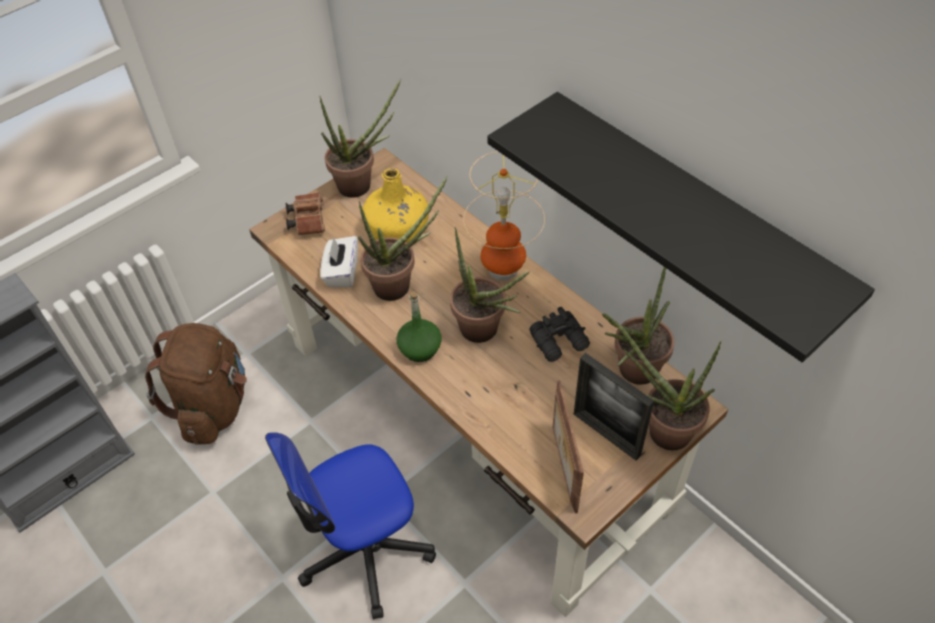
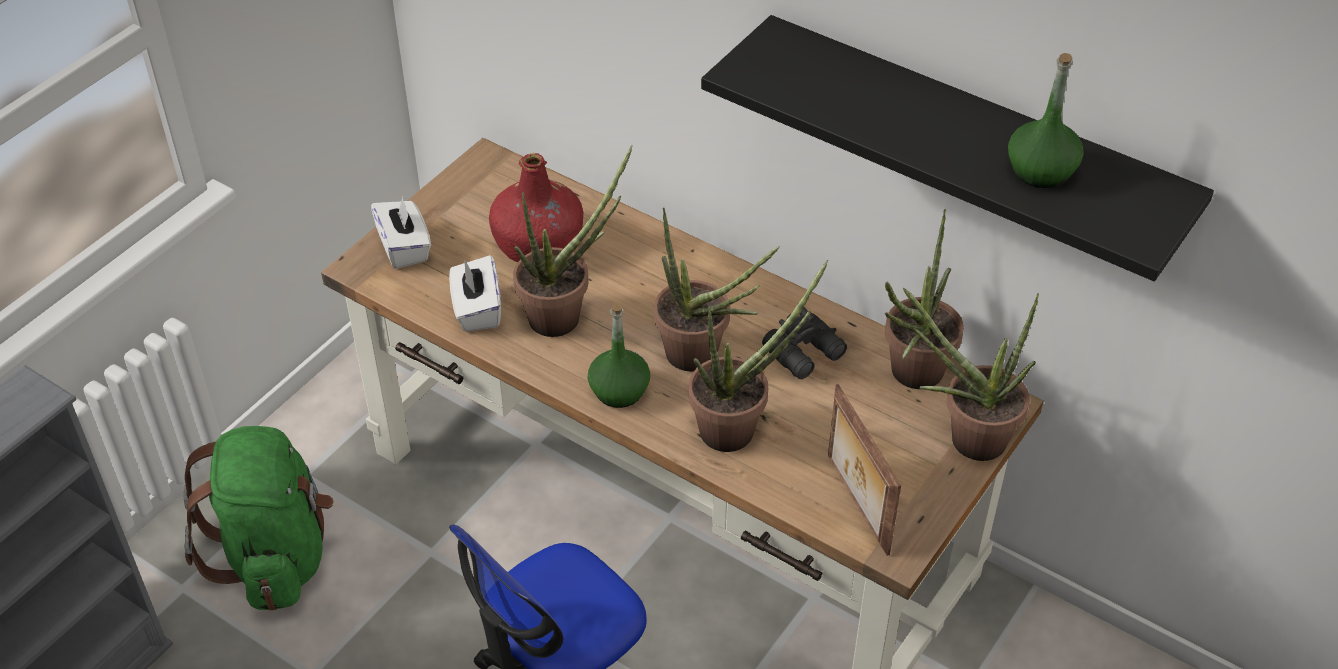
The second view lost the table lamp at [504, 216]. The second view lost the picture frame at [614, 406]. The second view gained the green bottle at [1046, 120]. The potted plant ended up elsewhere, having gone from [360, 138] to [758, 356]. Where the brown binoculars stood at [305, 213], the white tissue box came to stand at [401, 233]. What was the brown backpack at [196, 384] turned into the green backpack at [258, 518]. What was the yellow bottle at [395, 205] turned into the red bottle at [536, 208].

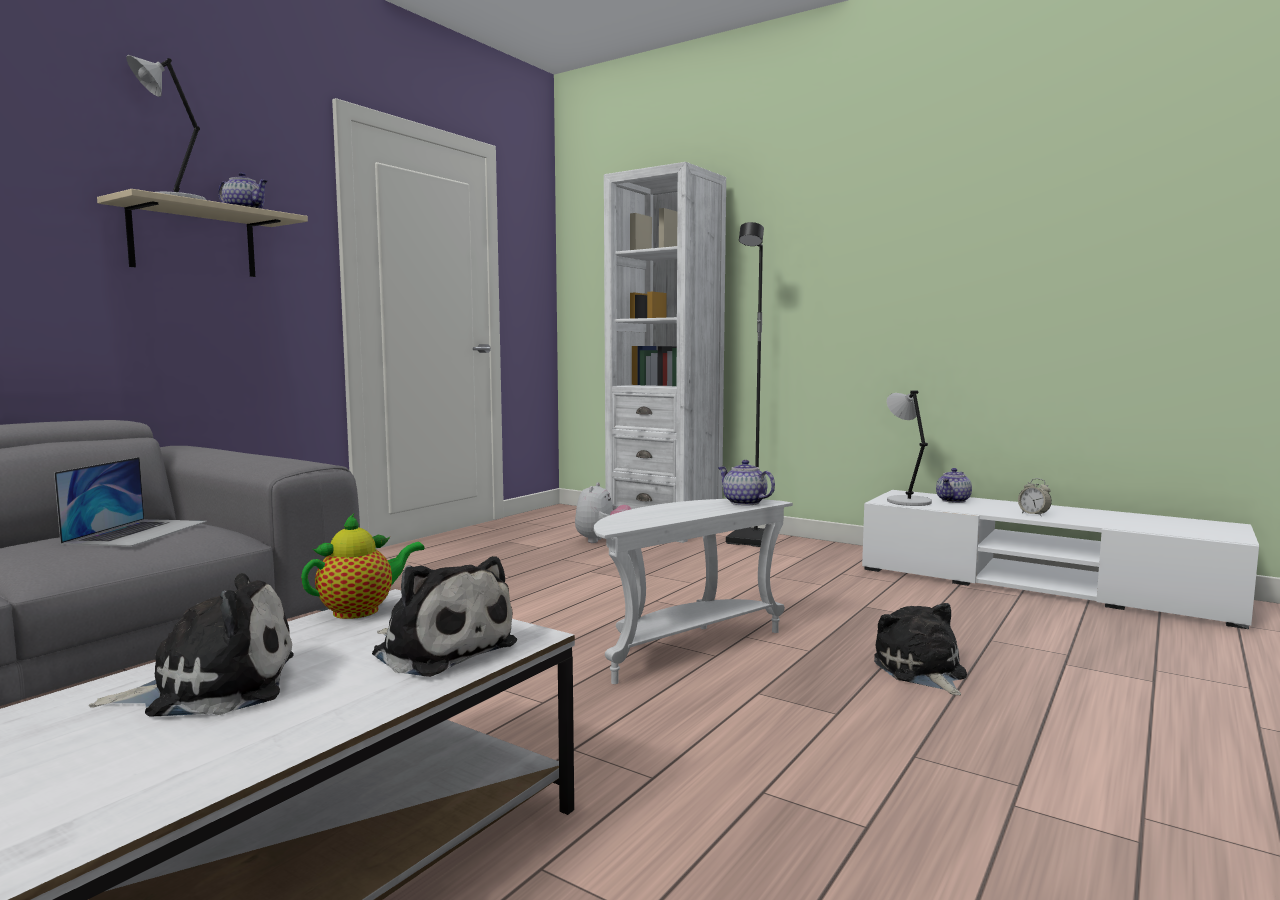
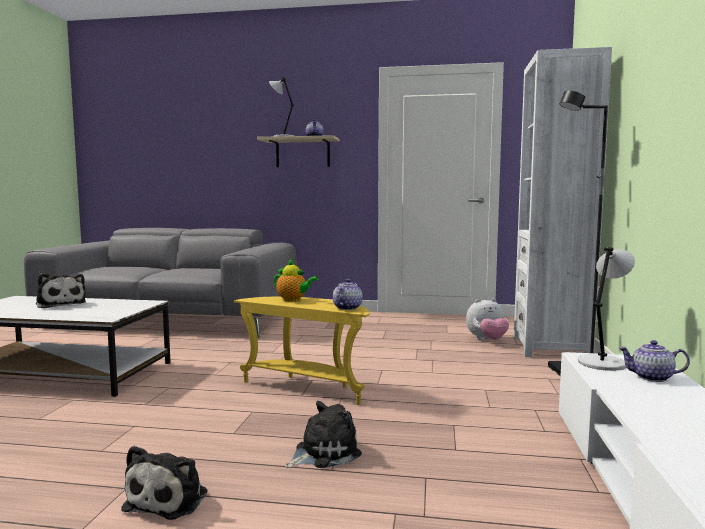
The second view lost the laptop at [130, 502]. The second view lost the alarm clock at [1035, 497]. The teapot ended up elsewhere, having gone from [363, 566] to [296, 280]. The plush toy ended up elsewhere, having gone from [444, 616] to [164, 483]. What was the white side table at [693, 591] turned into the yellow side table at [302, 351].

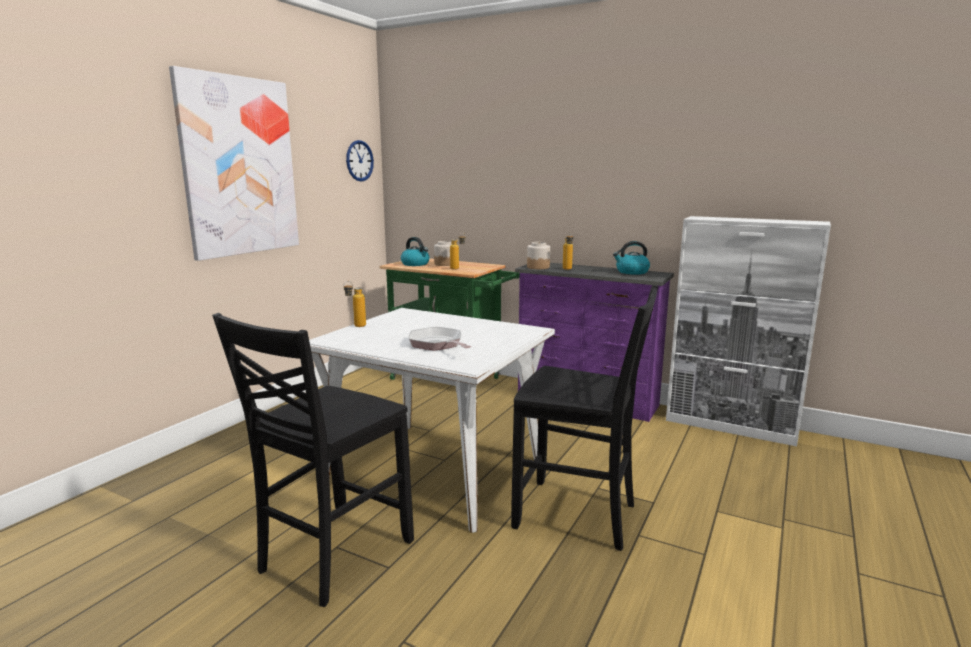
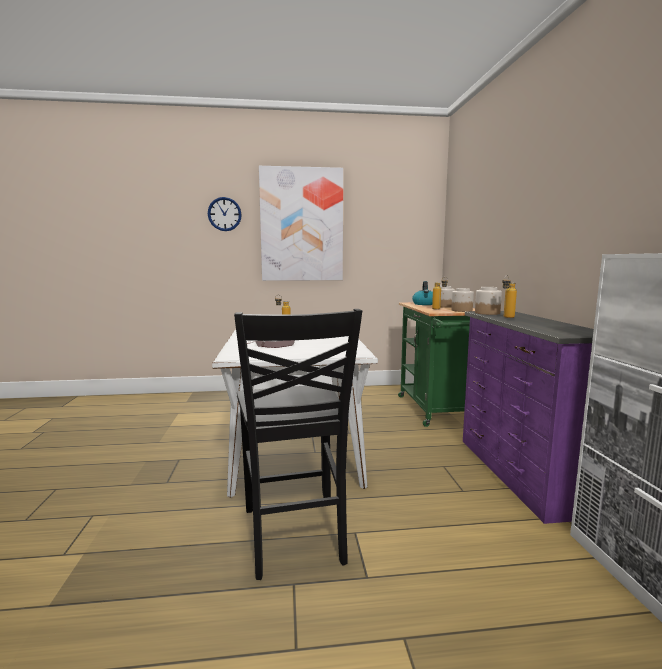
The second view lost the black chair at [313, 460]. The second view lost the kettle at [631, 258]. The second view gained the jar at [462, 300]. The wall clock ended up elsewhere, having gone from [360, 160] to [225, 214].

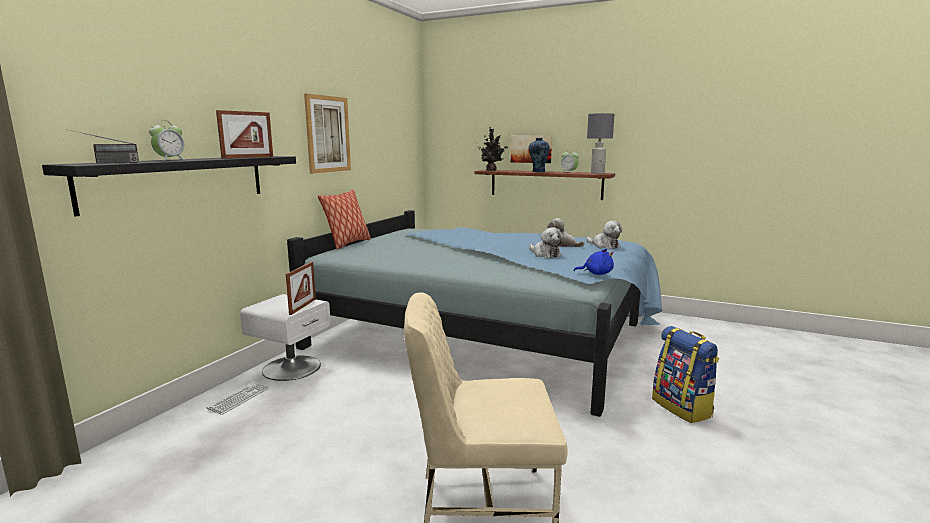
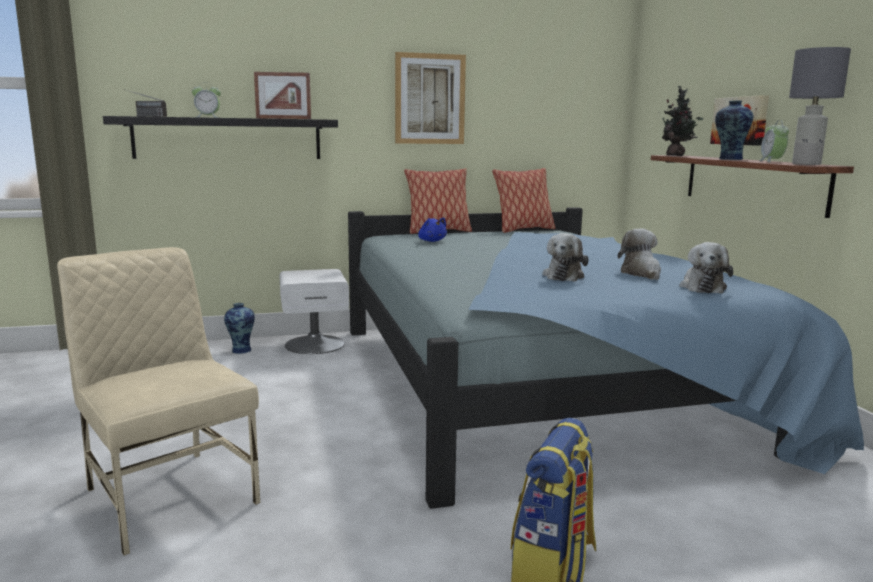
The second view lost the picture frame at [301, 288]. The second view gained the pillow at [523, 200]. The blue plush toy ended up elsewhere, having gone from [594, 262] to [432, 230]. Where the keyboard stood at [237, 398], the vase came to stand at [239, 328].

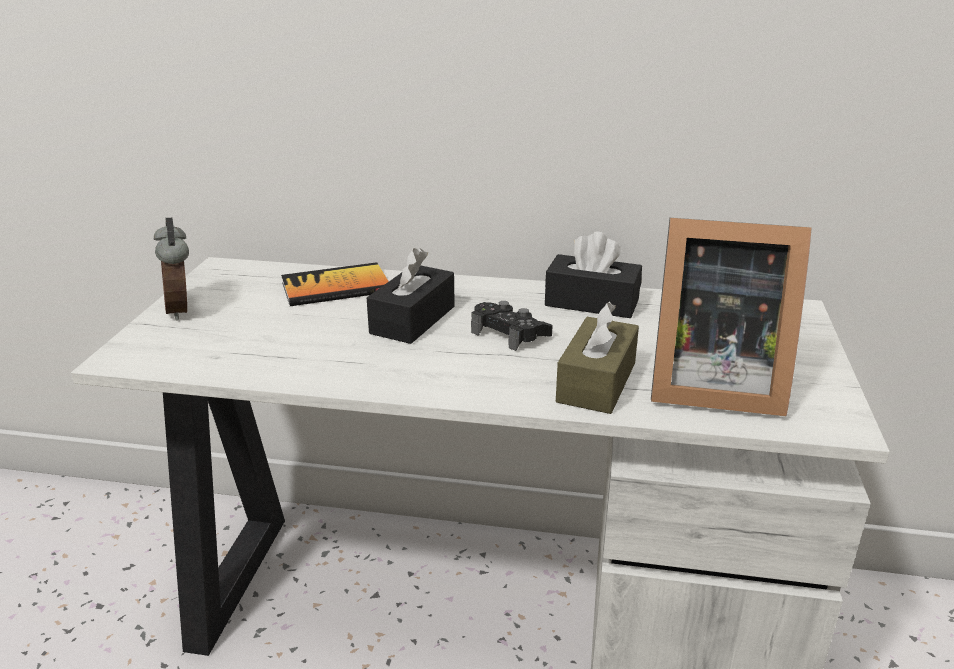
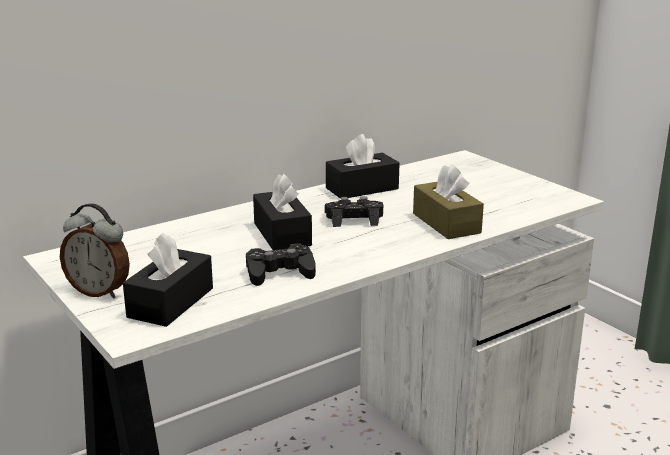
The second view lost the book at [335, 284]. The second view lost the picture frame at [731, 317]. The second view gained the black tissue box at [168, 279]. The second view gained the black game controller at [281, 264].

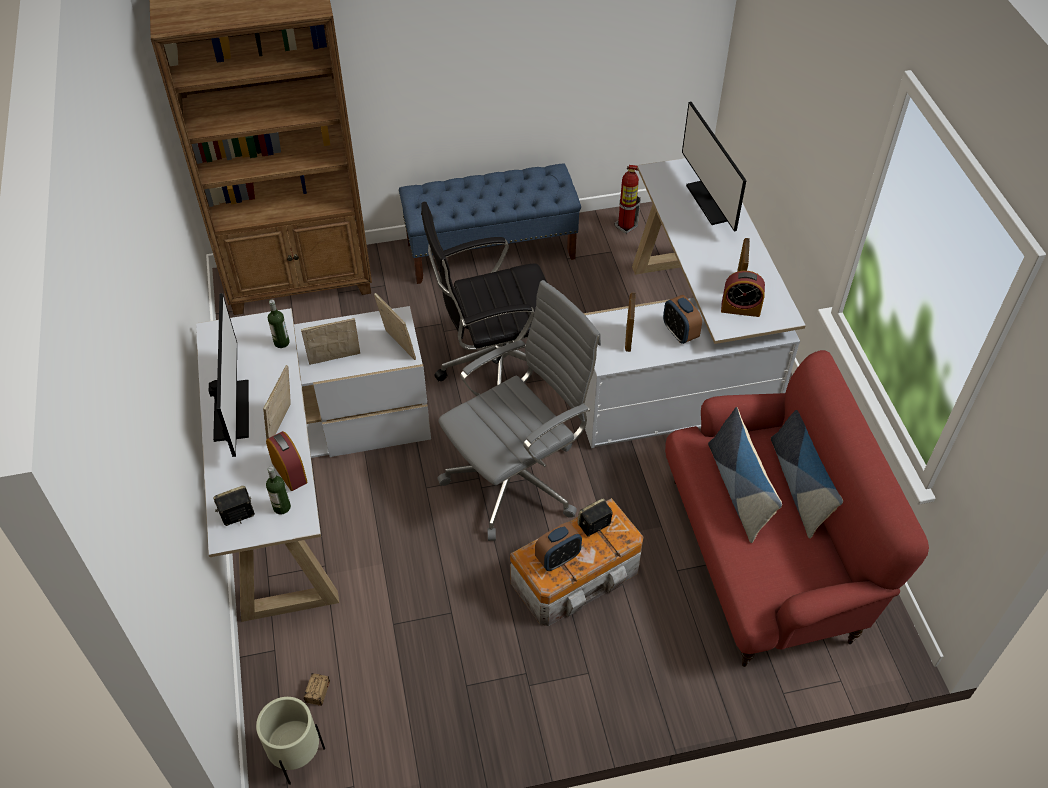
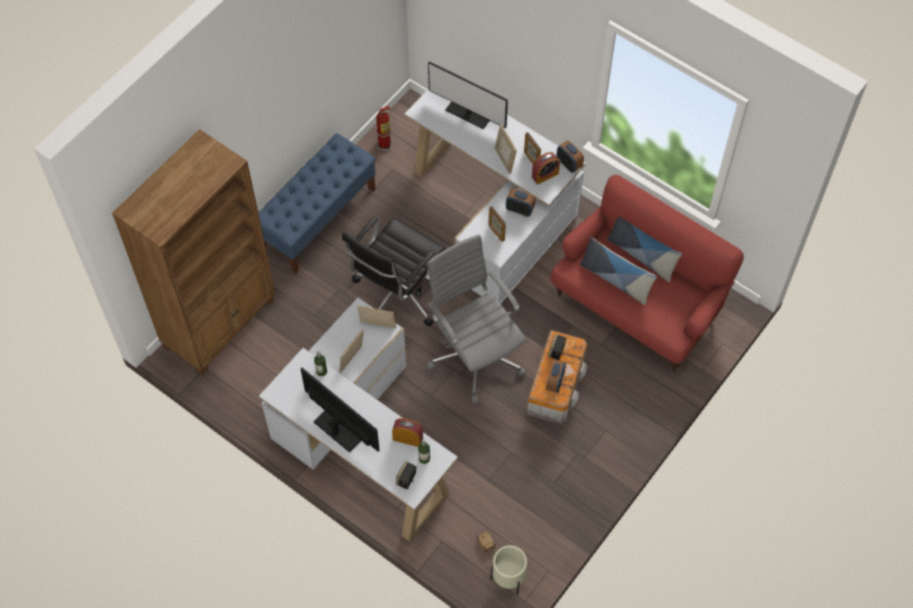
The second view gained the alarm clock at [570, 156]. The picture frame ended up elsewhere, having gone from [277, 402] to [506, 149]. The grey office chair at [519, 410] ended up facing another way, 45 degrees counterclockwise from before.

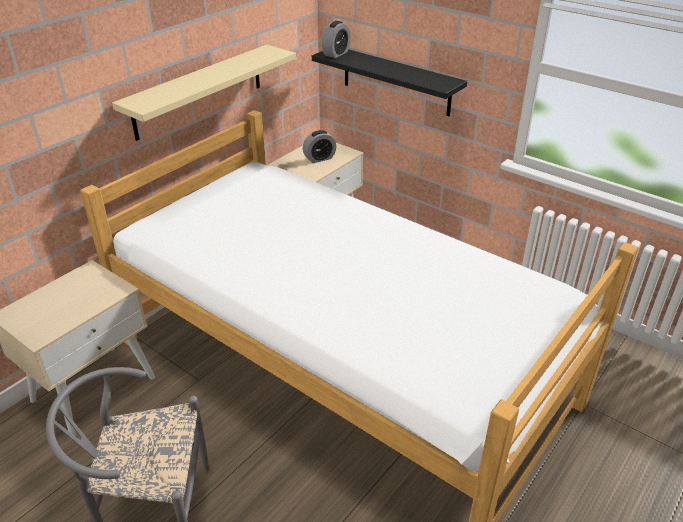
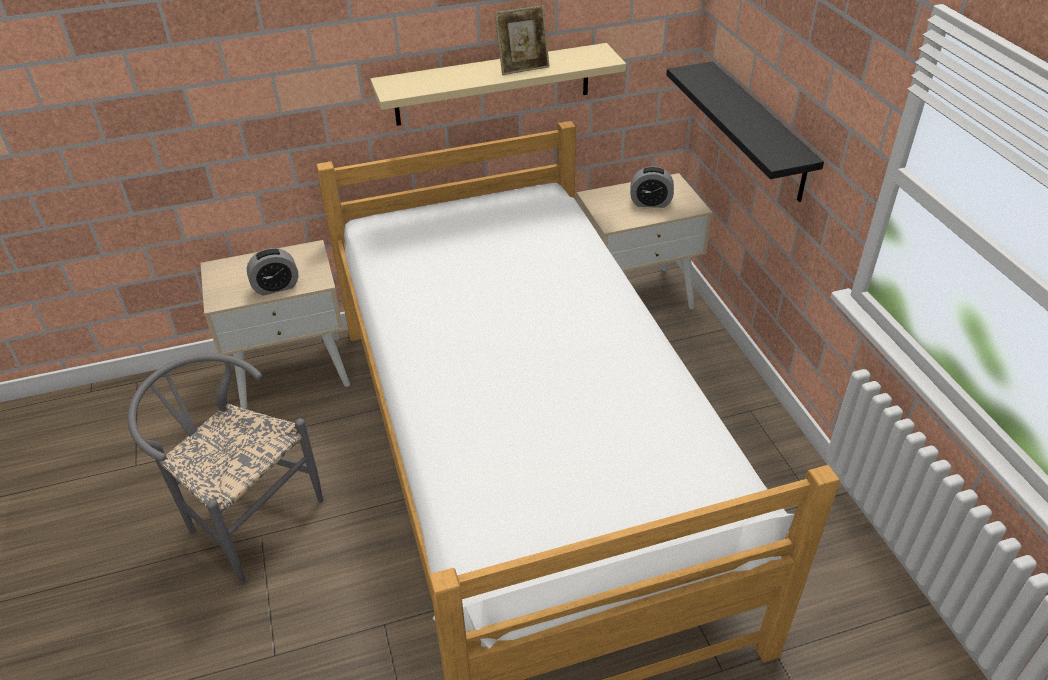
The second view gained the picture frame at [522, 40]. The alarm clock ended up elsewhere, having gone from [336, 39] to [272, 272].

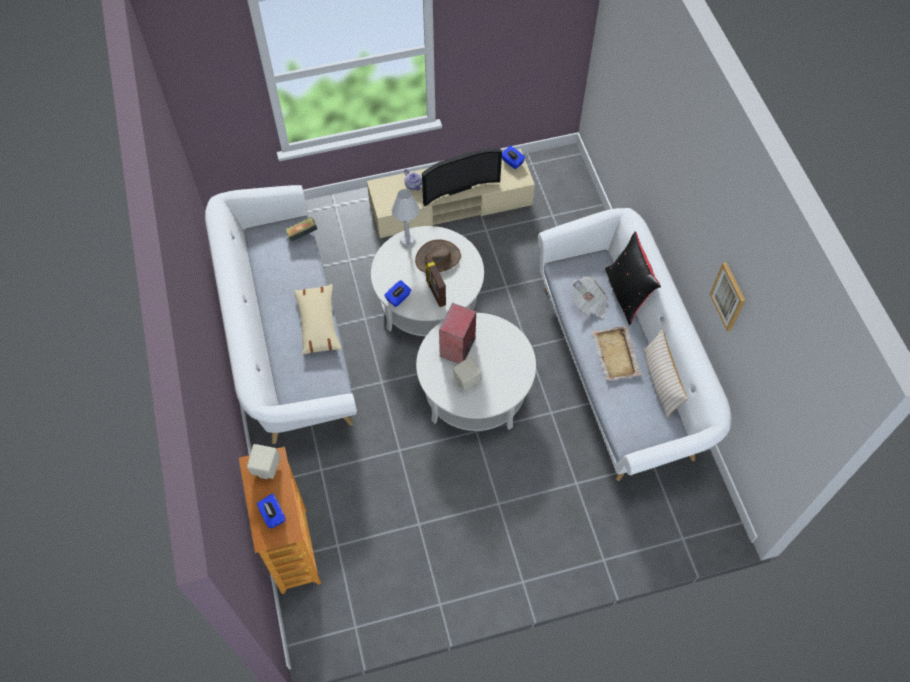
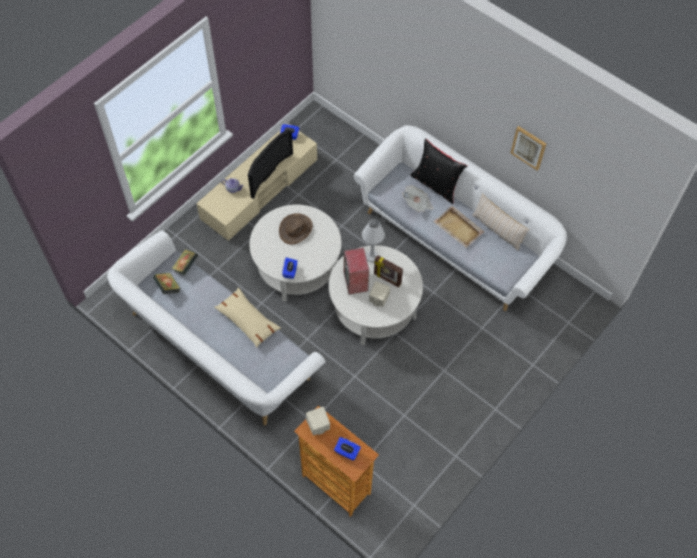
The second view gained the book at [166, 283]. The white table lamp ended up elsewhere, having gone from [405, 218] to [373, 240]. The picture frame ended up elsewhere, having gone from [435, 282] to [388, 271].

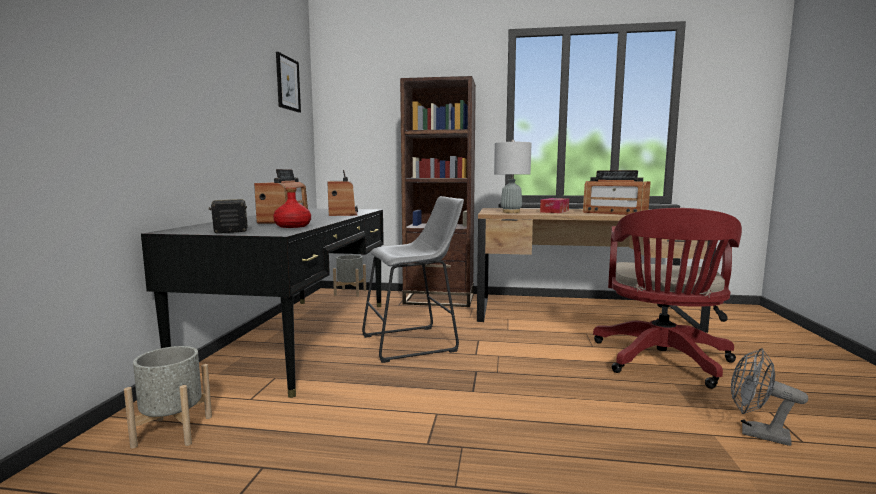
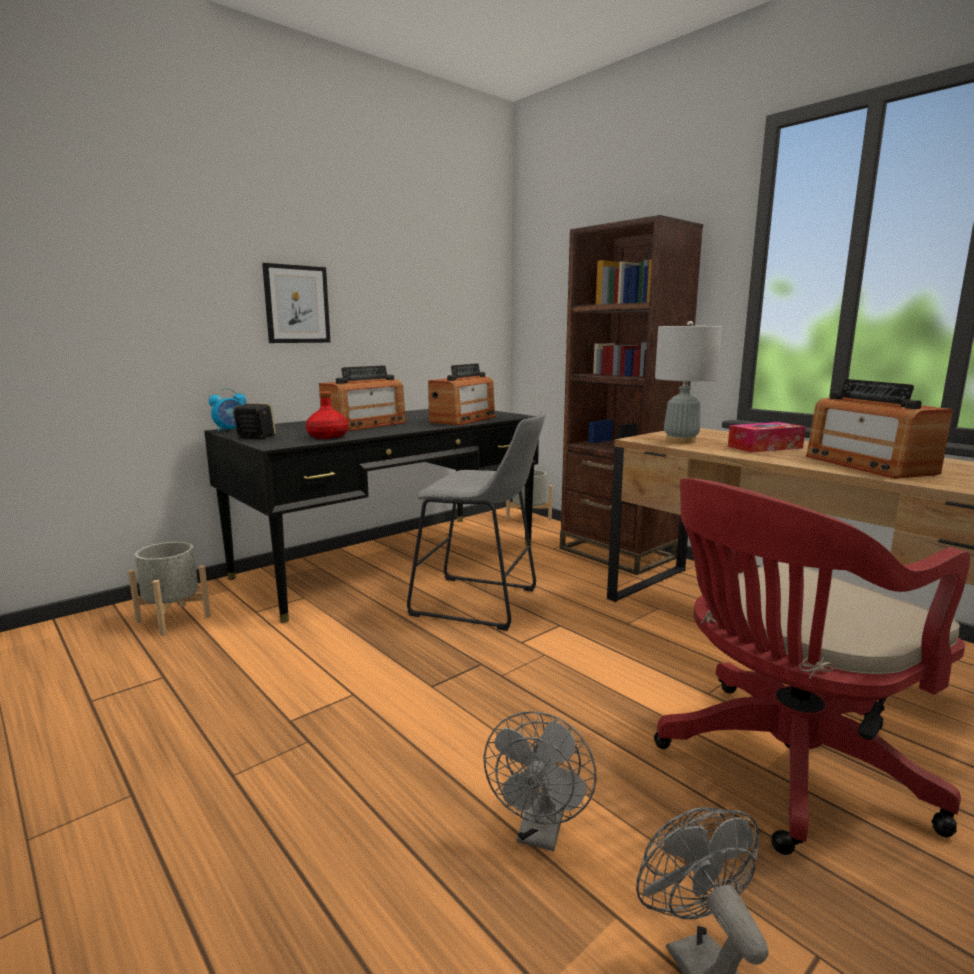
The second view gained the alarm clock at [227, 410]. The second view gained the grey fan at [540, 781]. The picture ended up elsewhere, having gone from [288, 82] to [296, 303].

